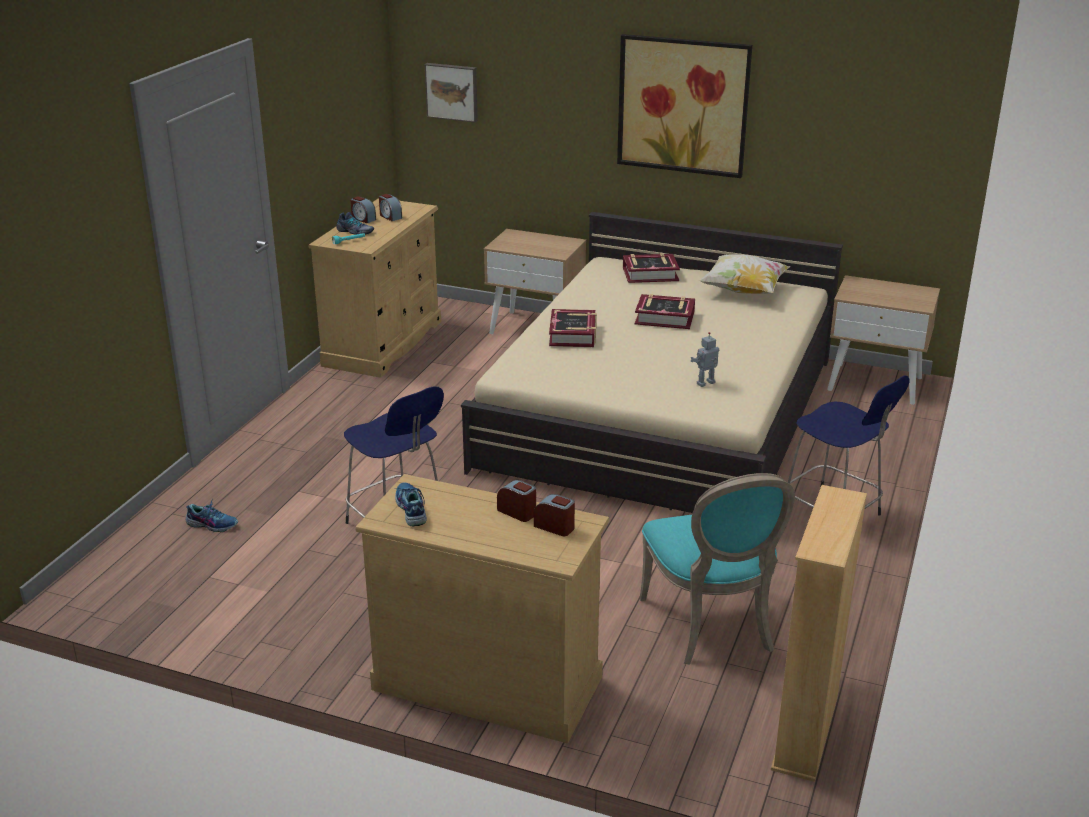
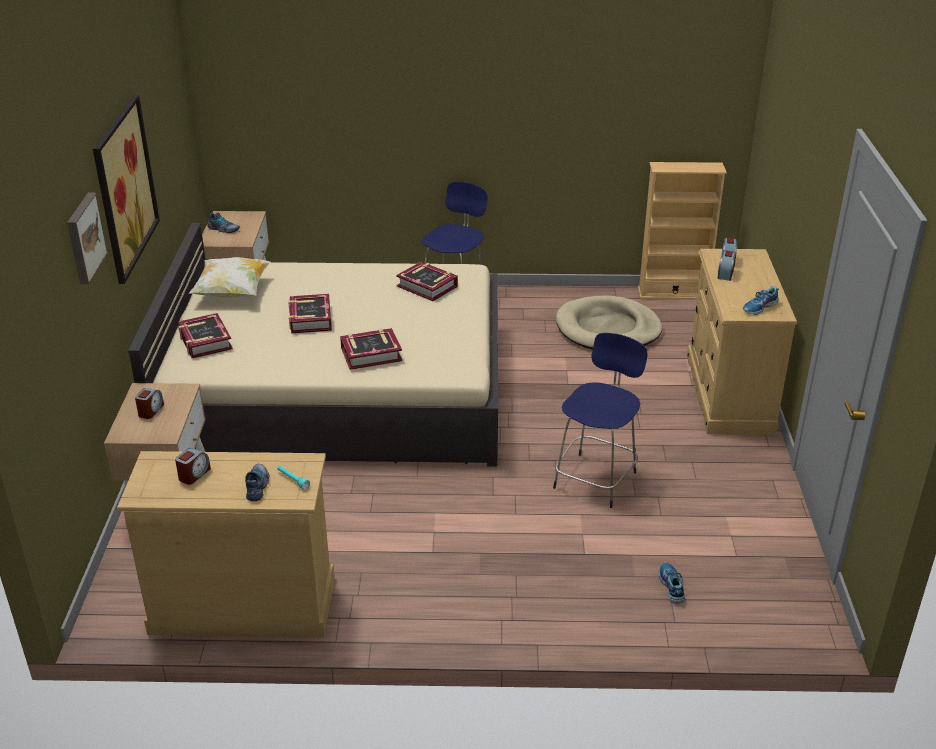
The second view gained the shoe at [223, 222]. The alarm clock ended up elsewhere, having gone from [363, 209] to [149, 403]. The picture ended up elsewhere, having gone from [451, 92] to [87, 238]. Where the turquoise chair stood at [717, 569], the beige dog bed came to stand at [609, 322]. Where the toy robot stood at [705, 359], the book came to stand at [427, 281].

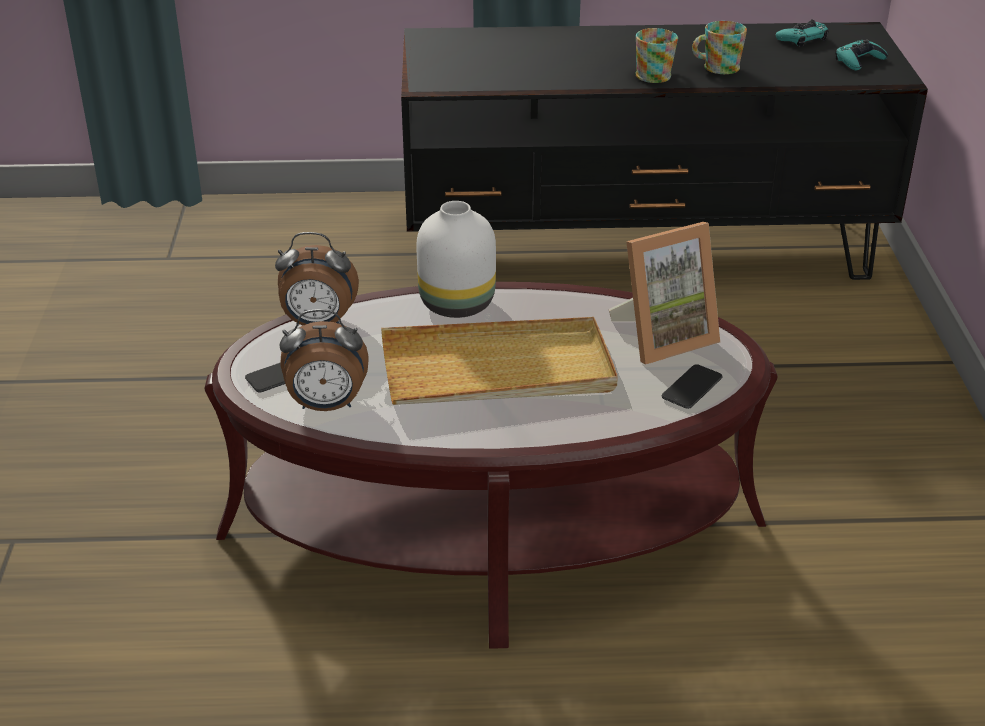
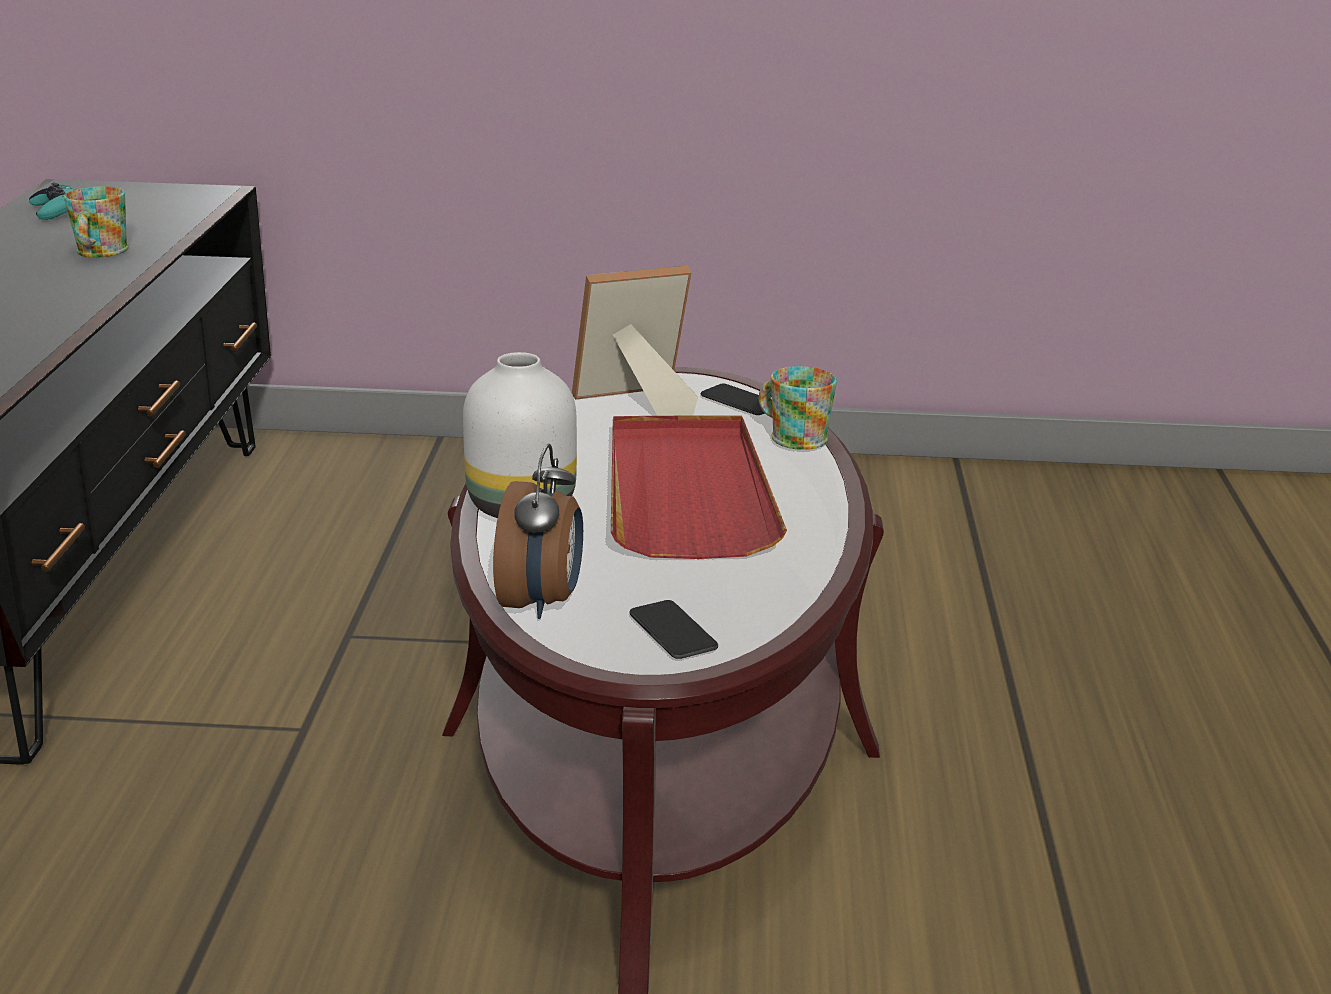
The second view lost the alarm clock at [324, 360]. The second view lost the turquoise game controller at [862, 55]. The mug ended up elsewhere, having gone from [657, 55] to [798, 408]. What was the beige tray at [499, 361] turned into the red tray at [699, 487]. The picture frame at [664, 293] ended up facing another way, 90 degrees counterclockwise from before.

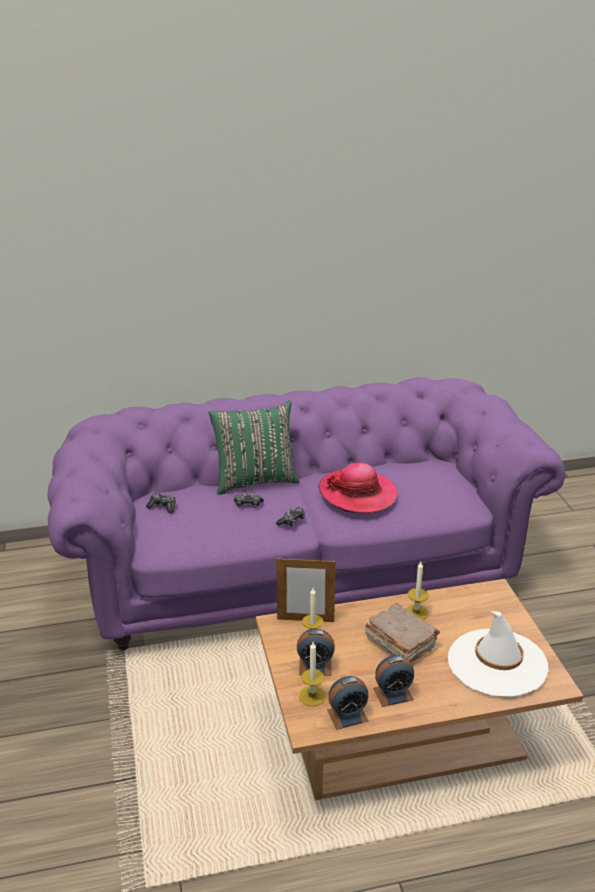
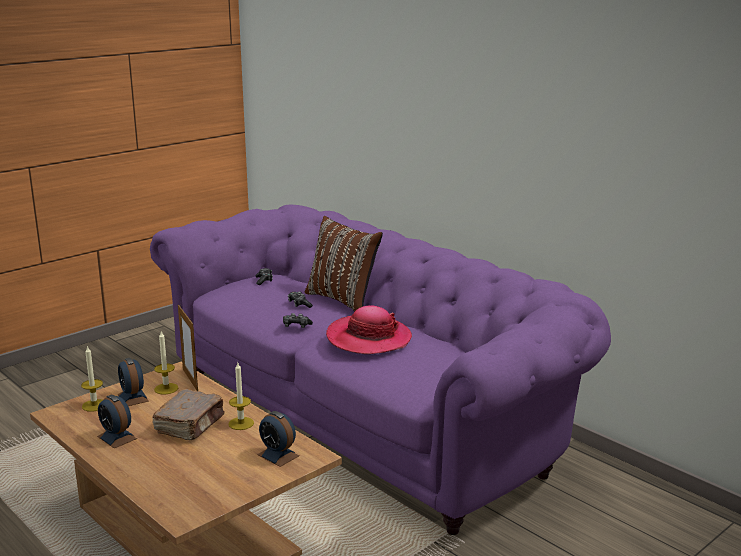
The second view lost the white hat at [498, 654]. The alarm clock ended up elsewhere, having gone from [348, 703] to [278, 439]. What was the green pillow at [254, 448] turned into the brown pillow at [344, 263].

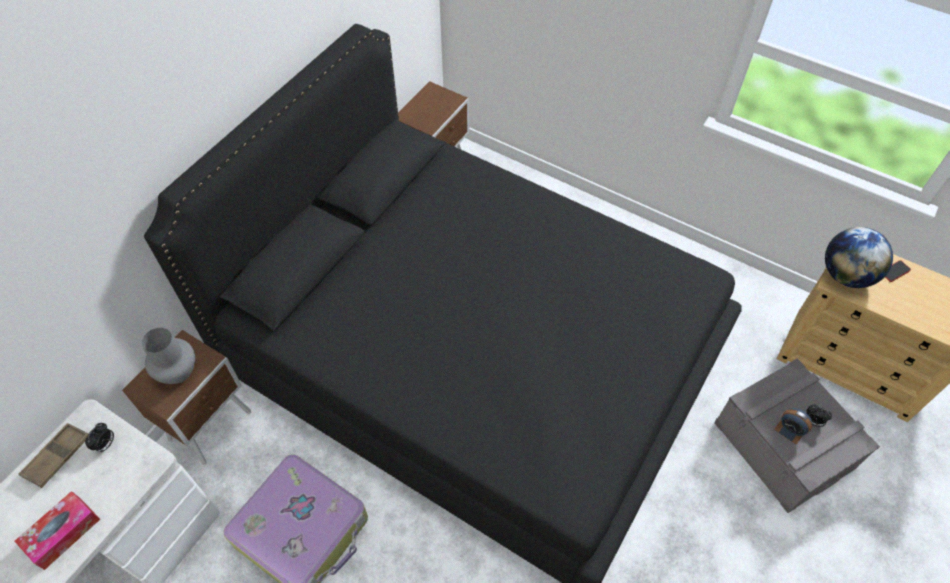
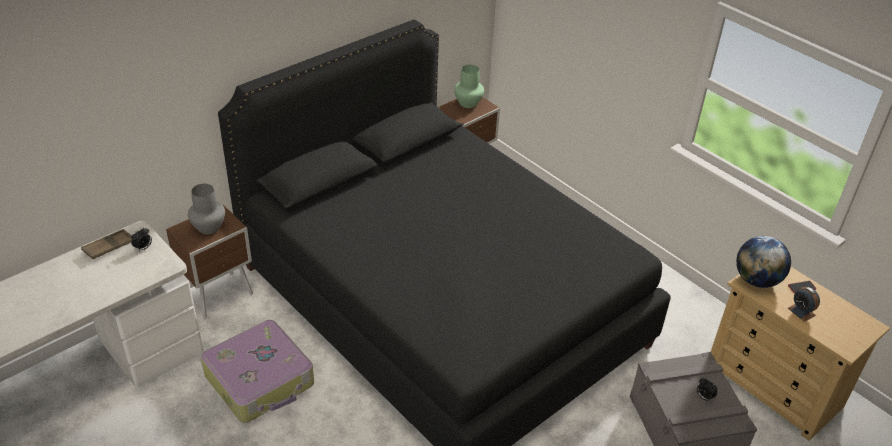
The second view lost the tissue box at [57, 530]. The second view gained the green vase at [469, 86]. The alarm clock ended up elsewhere, having gone from [793, 426] to [804, 304].

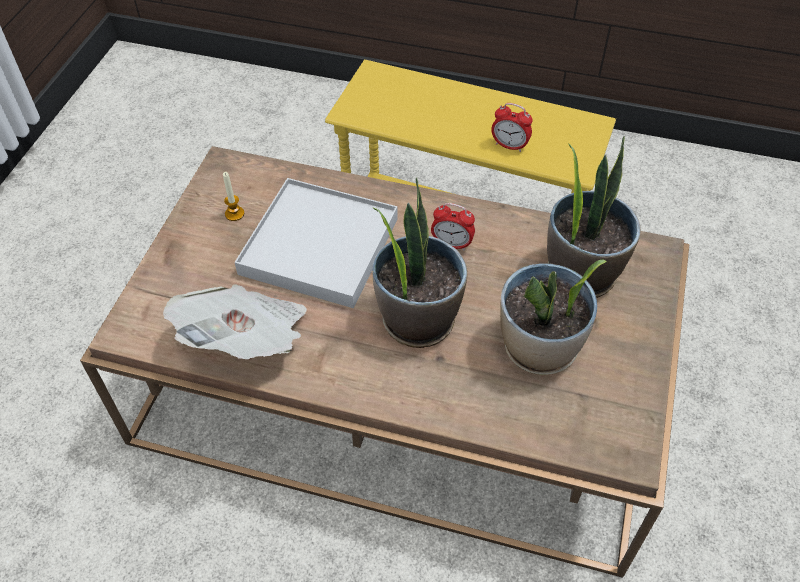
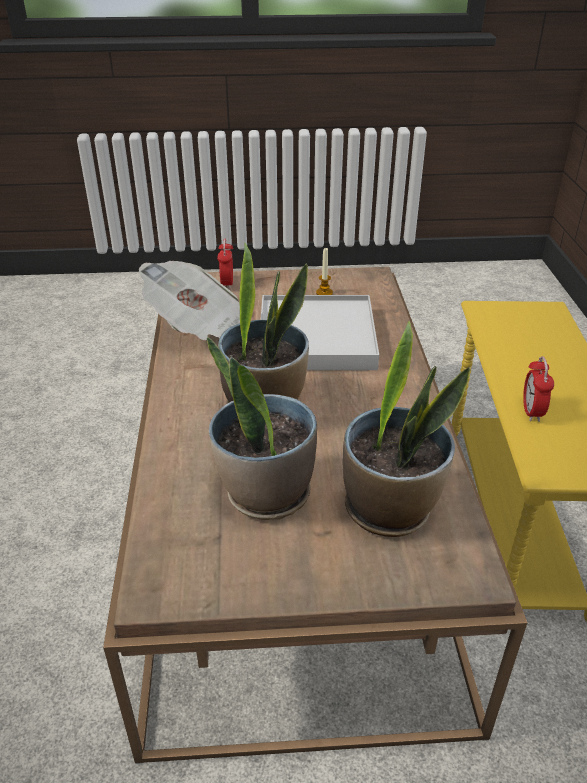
The alarm clock ended up elsewhere, having gone from [453, 227] to [225, 264].

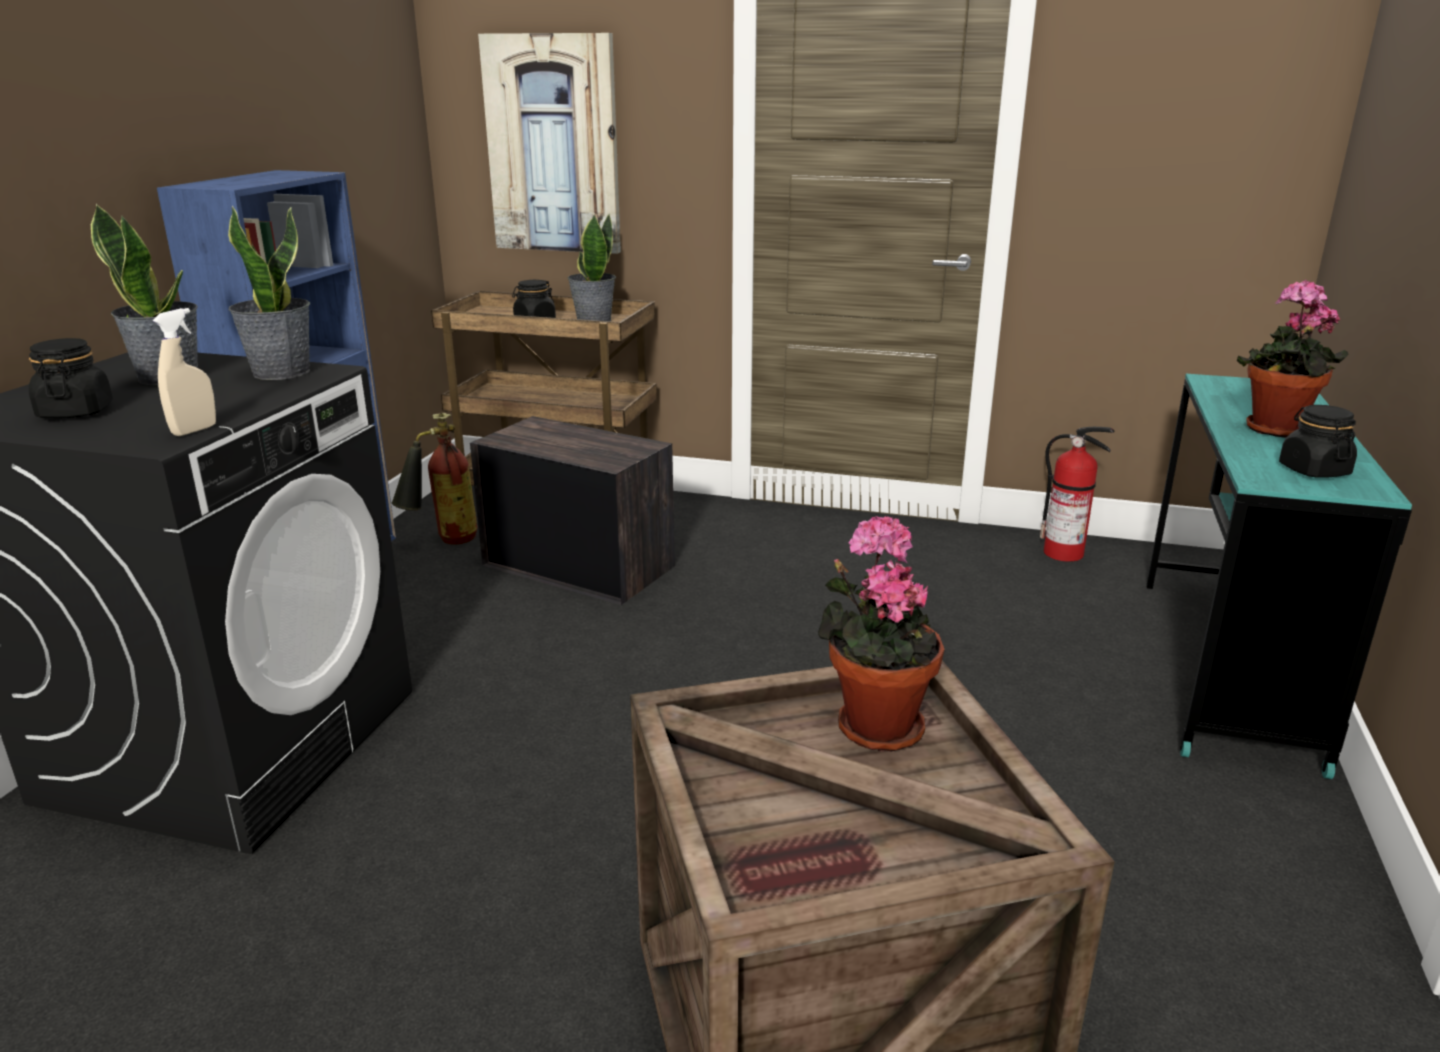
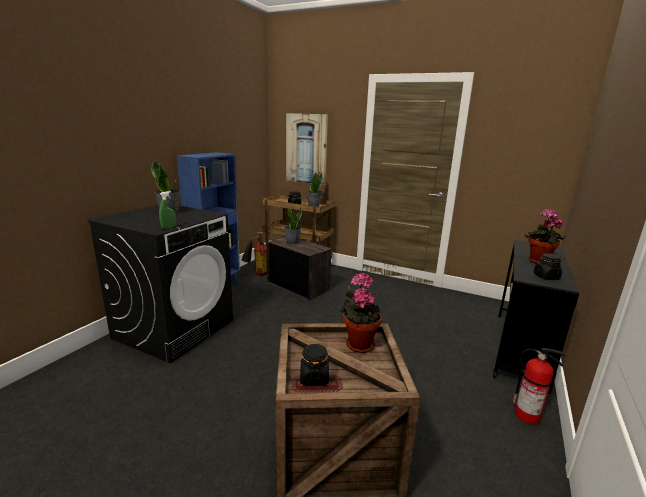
The black jar ended up elsewhere, having gone from [71, 378] to [314, 365]. The potted plant ended up elsewhere, having gone from [269, 292] to [293, 226]. The fire extinguisher ended up elsewhere, having gone from [1077, 494] to [540, 386]. What was the beige spray bottle at [184, 372] turned into the green spray bottle at [167, 210]. What was the turquoise desk at [1279, 576] turned into the black desk at [536, 317].

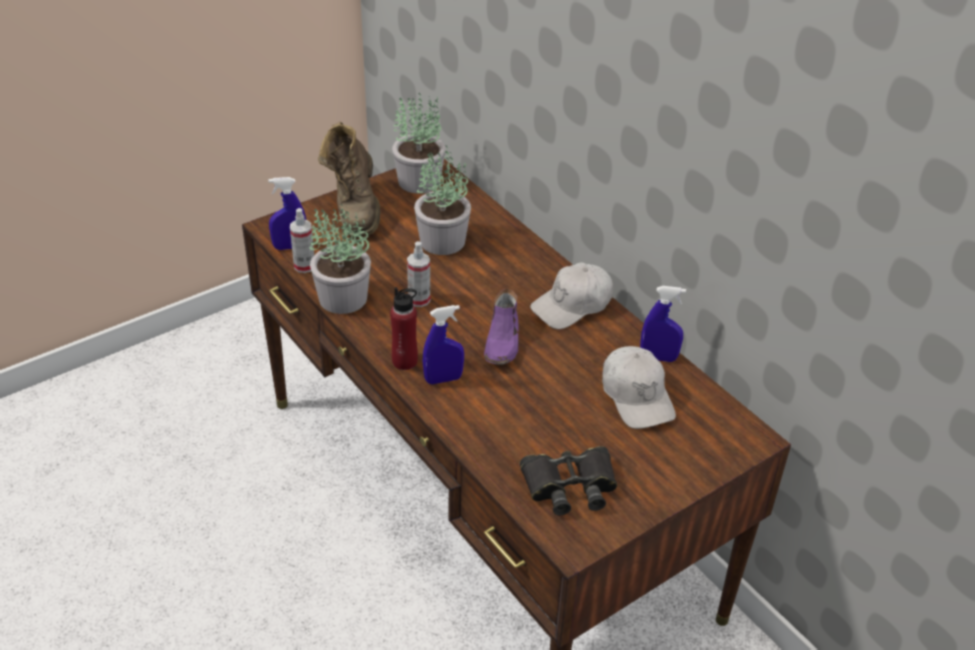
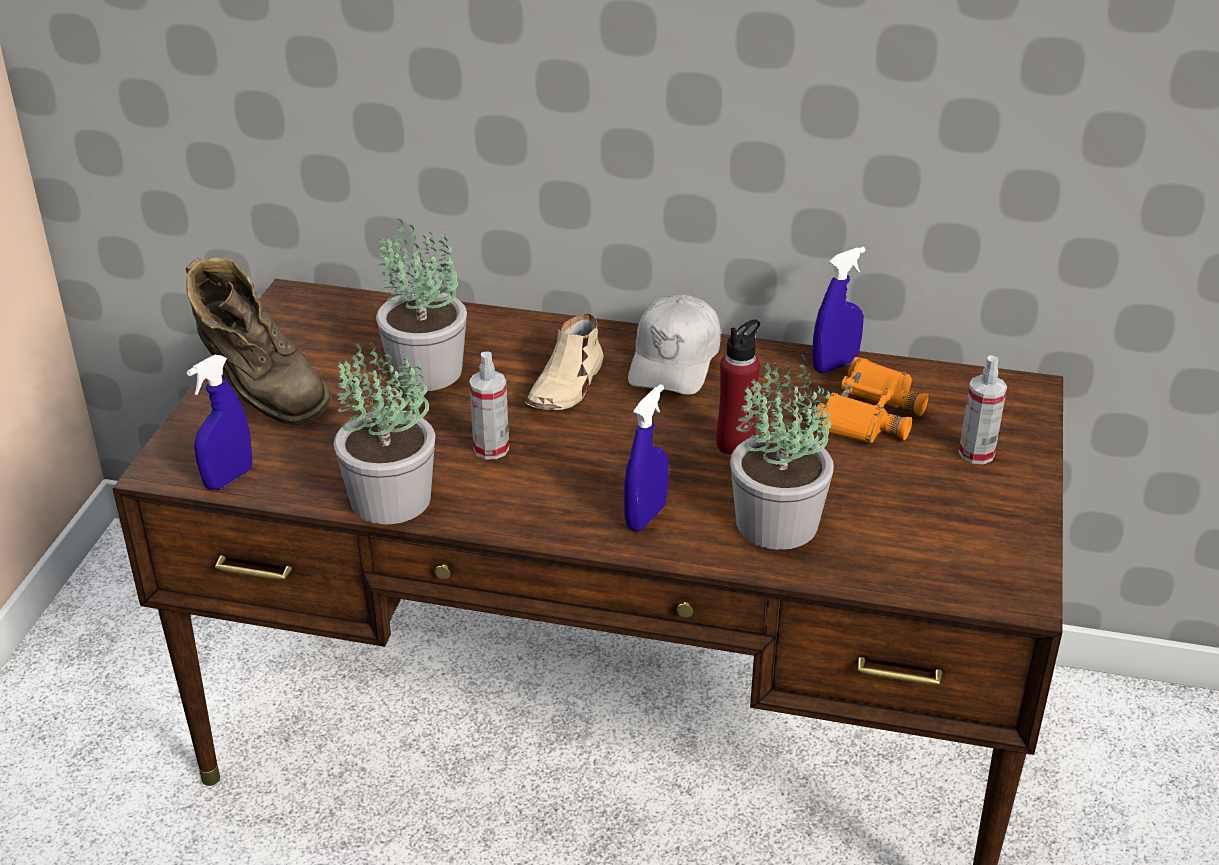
The second view lost the purple shoe at [501, 327]. The second view lost the black binoculars at [568, 480]. The second view gained the beige shoe at [564, 362]. The spray bottle ended up elsewhere, having gone from [302, 240] to [983, 409]. The red bottle ended up elsewhere, having gone from [404, 328] to [738, 387]. The potted plant ended up elsewhere, having gone from [419, 143] to [782, 452]. Where the white cap stood at [639, 387], the orange binoculars came to stand at [870, 400].

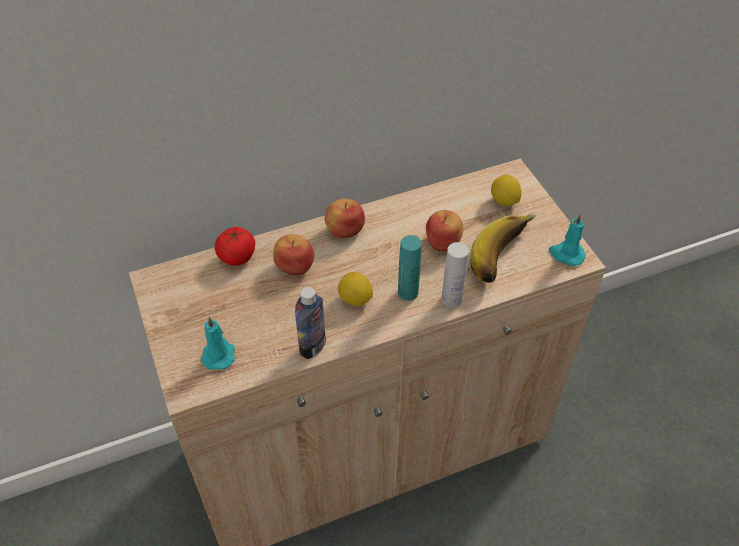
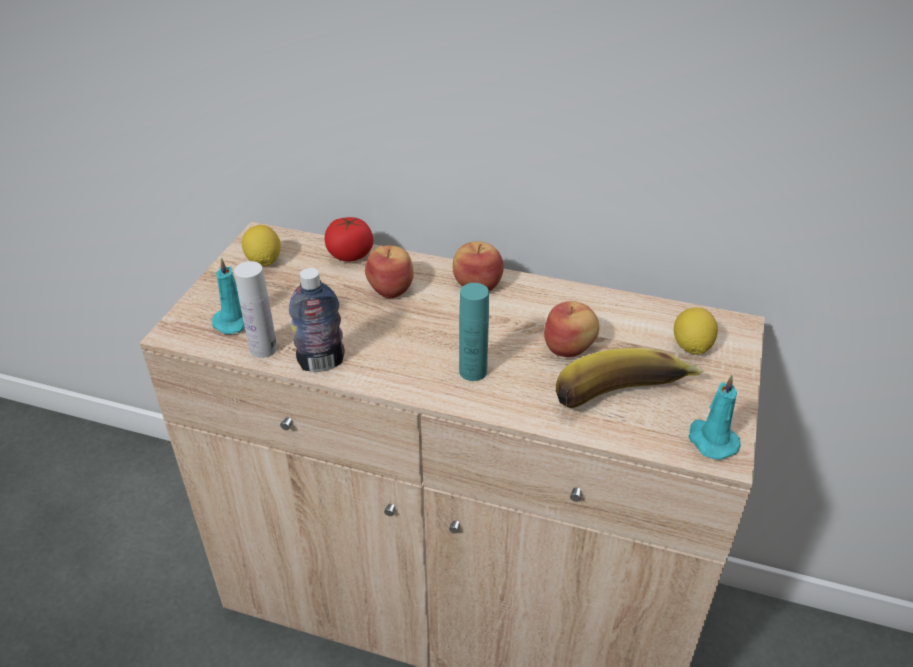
The lemon ended up elsewhere, having gone from [355, 289] to [261, 245]. The white bottle ended up elsewhere, having gone from [455, 275] to [255, 309].

